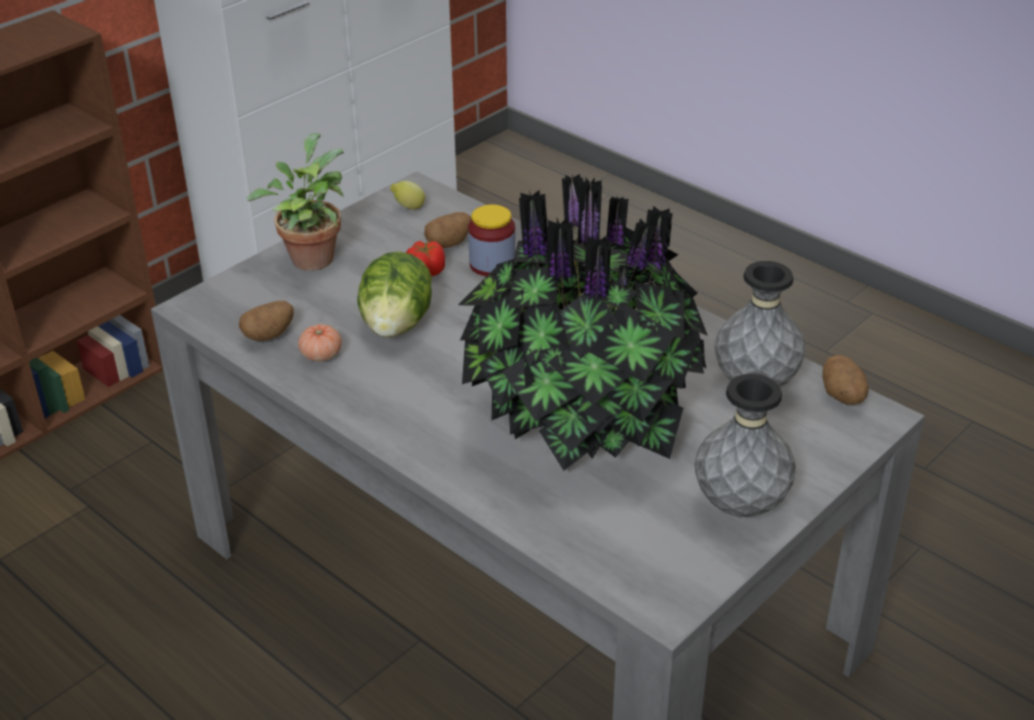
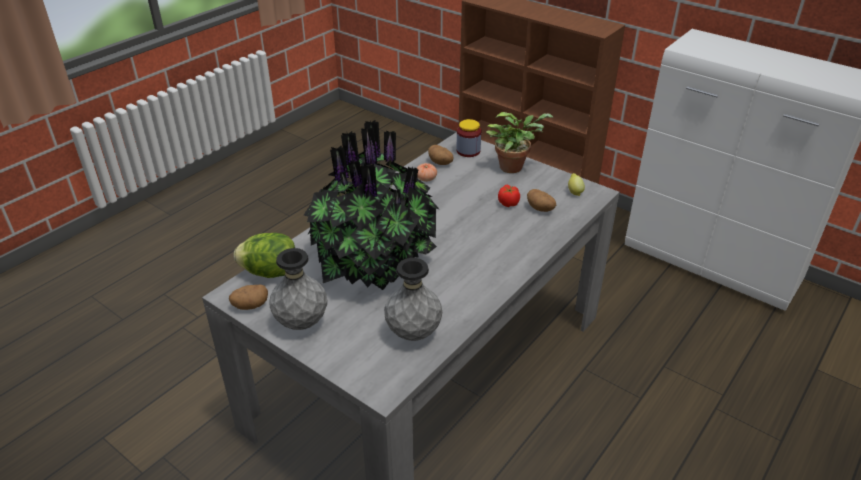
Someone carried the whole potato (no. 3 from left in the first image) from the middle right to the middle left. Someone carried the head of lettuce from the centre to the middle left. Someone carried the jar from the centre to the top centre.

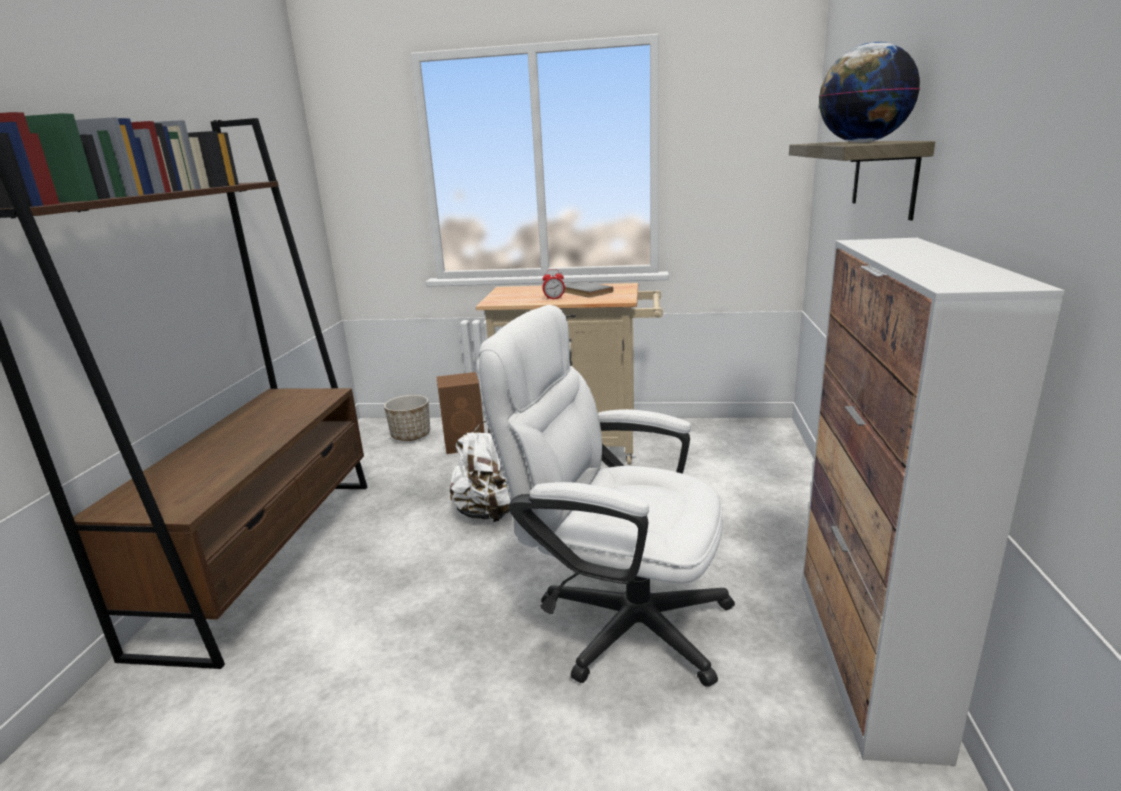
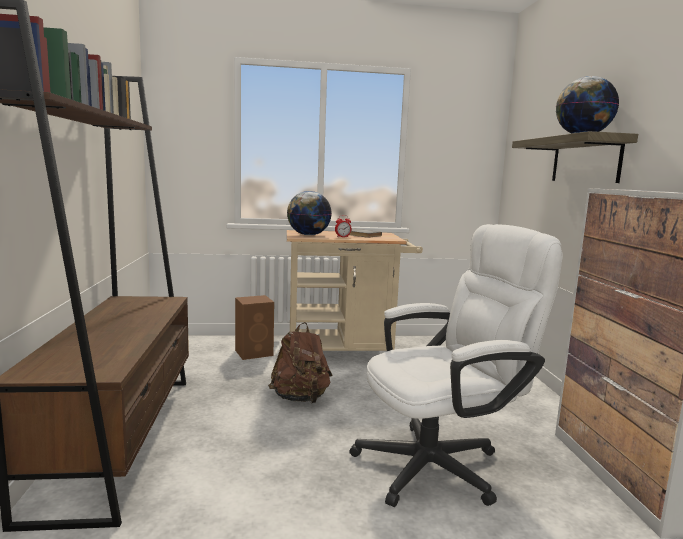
Someone repainted the white backpack at the centre, which became the brownish backpack at the bottom centre. Someone put down the desk globe (no. 1 from left) at the centre. Someone rotated the white office chair at the centre by 150 degrees clockwise. Someone took away the flower pot at the centre.

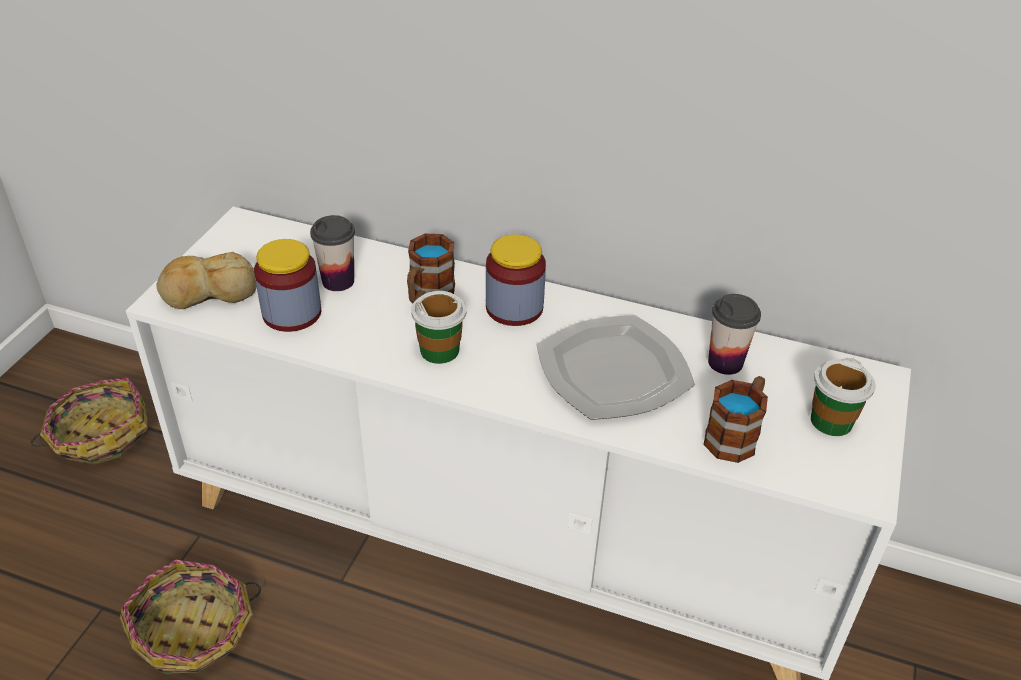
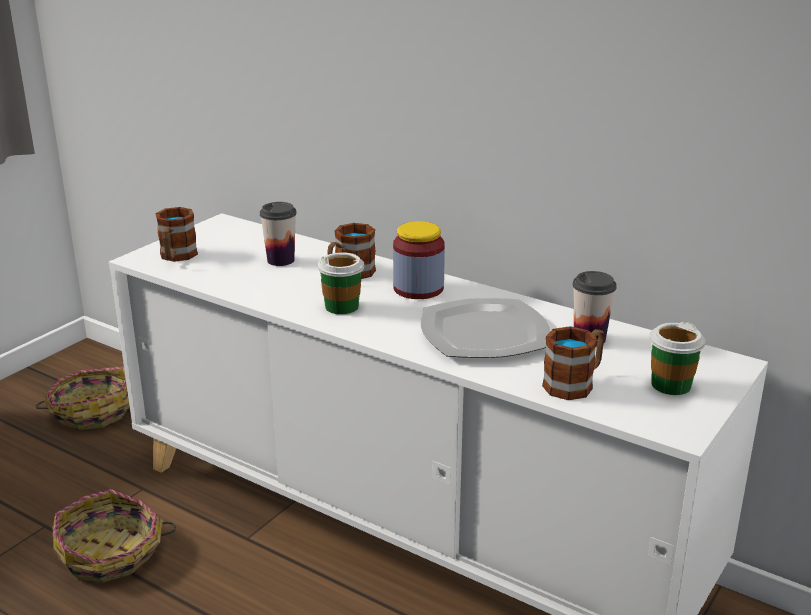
Someone swapped the baked bread at the middle left for the mug (no. 1 from left) at the middle left. Someone took away the jar (no. 1 from left) at the middle left.

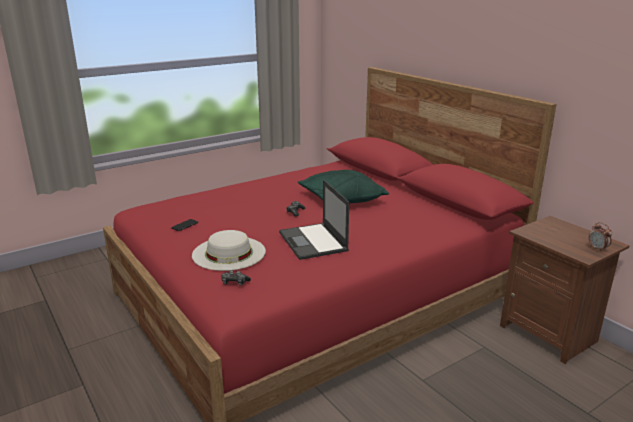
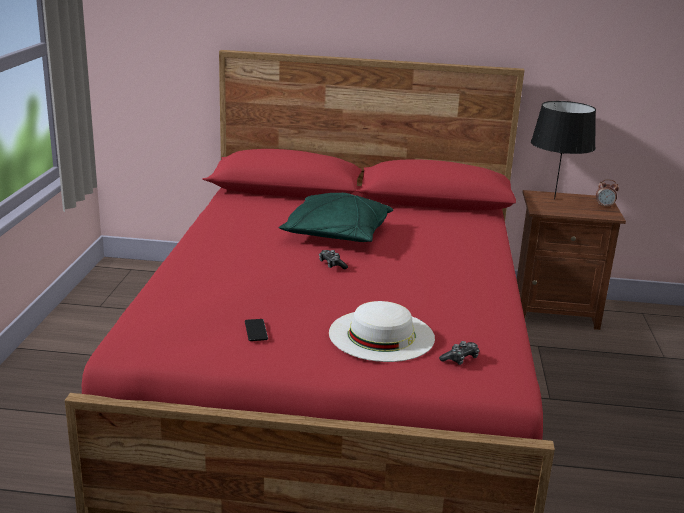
Someone put down the blackish lamp for a table at the top right. Someone took away the portable computer at the centre.

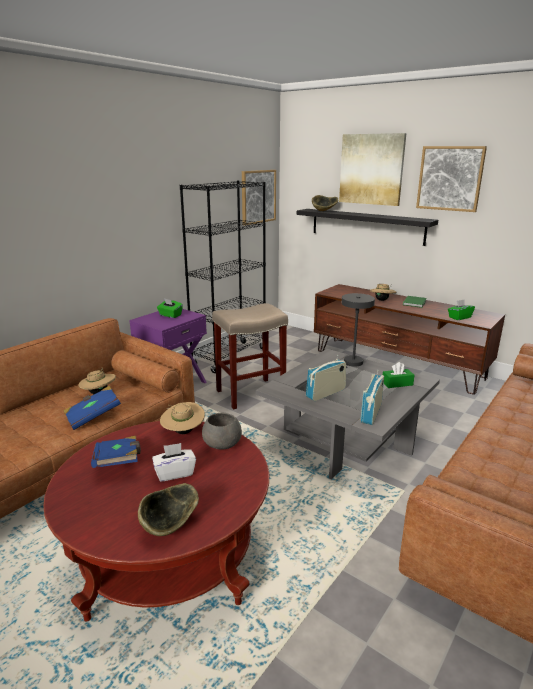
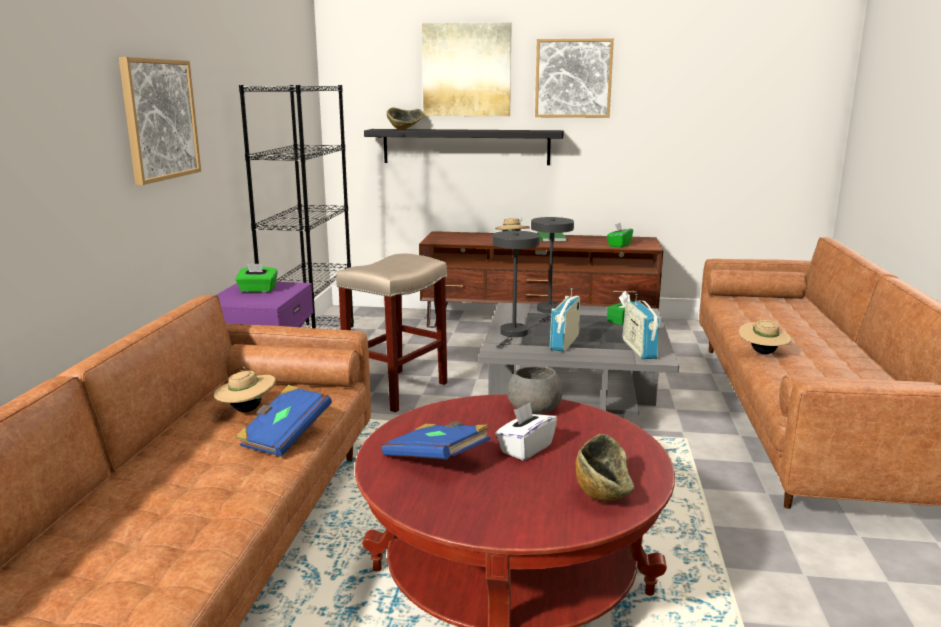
Someone carried the wall picture (no. 1 from left) from the top centre to the top left. Someone put down the grey lamp for a table (no. 1 from left) at the centre. Someone carried the sand-coloured hat (no. 2 from left in the first image) from the centre to the middle right.

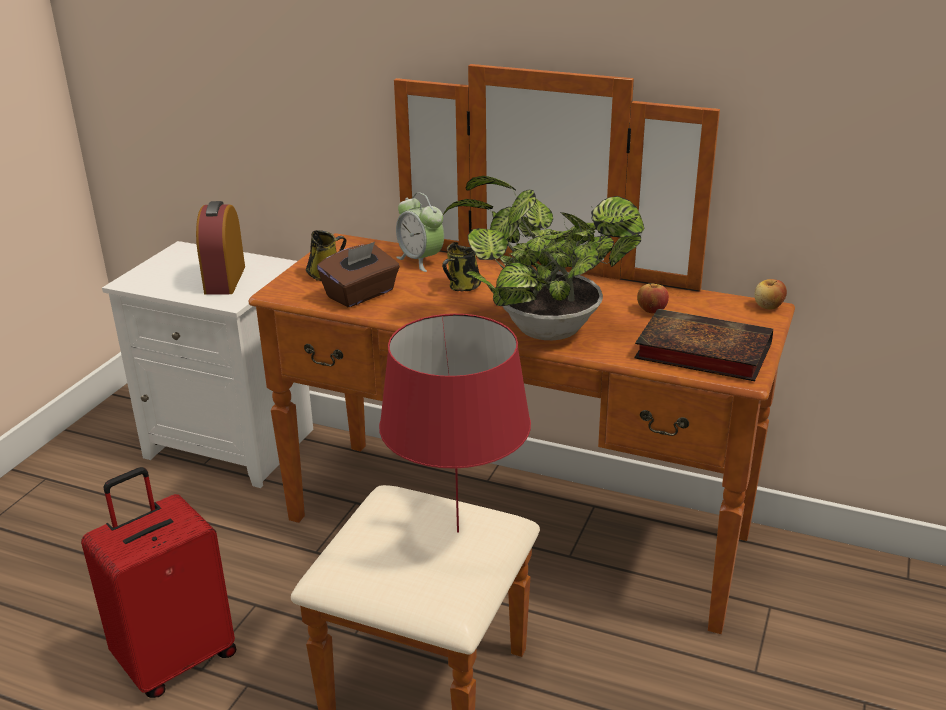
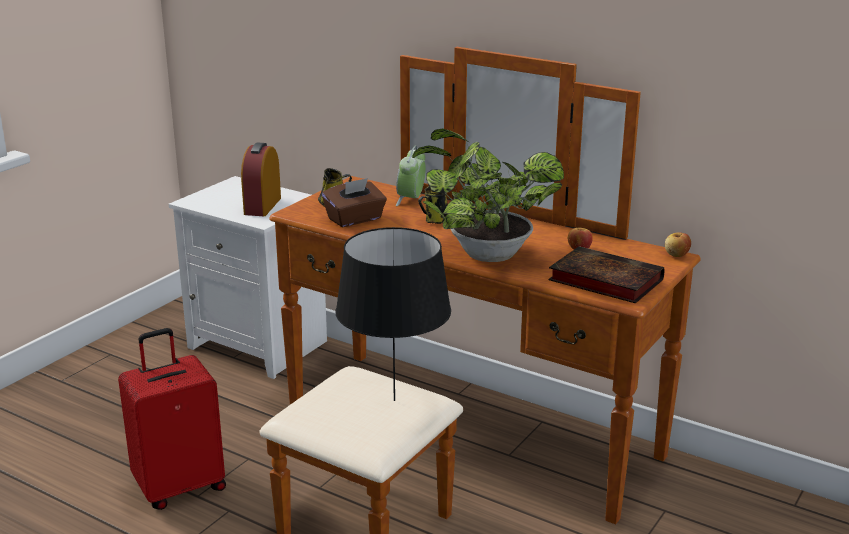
Someone repainted the red lamp for a table at the centre, which became the blackish lamp for a table at the centre. Someone rotated the bedside clock (no. 2 from left) at the top centre by 45 degrees clockwise.

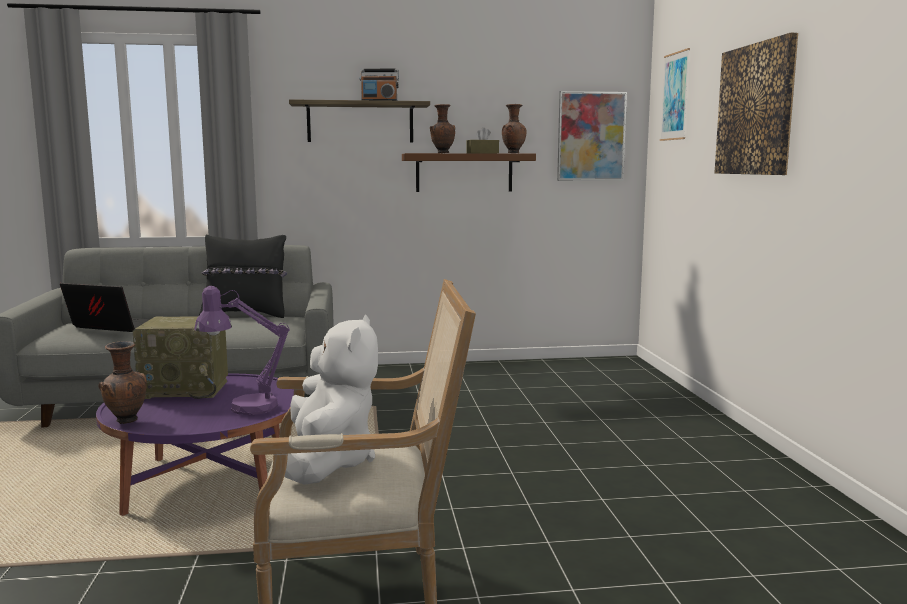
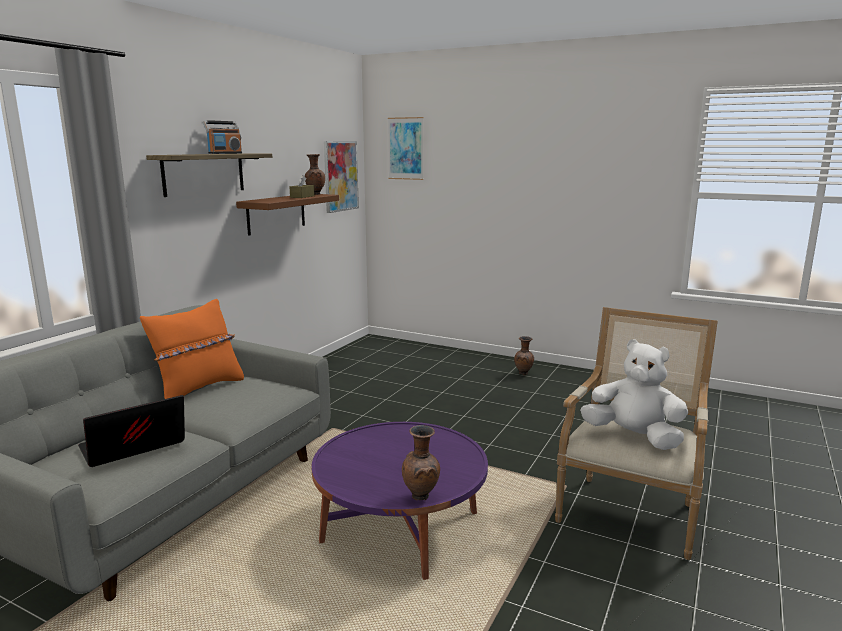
Someone repainted the blackish cushion at the middle left, which became the orange cushion at the middle left. Someone carried the brownish vase (no. 2 from left in the first image) from the top centre to the centre. Someone took away the radio receiver (no. 1 from left) at the middle left. Someone took away the purple-coloured lamp for a table at the middle left. Someone took away the wall picture (no. 3 from left) at the top right.

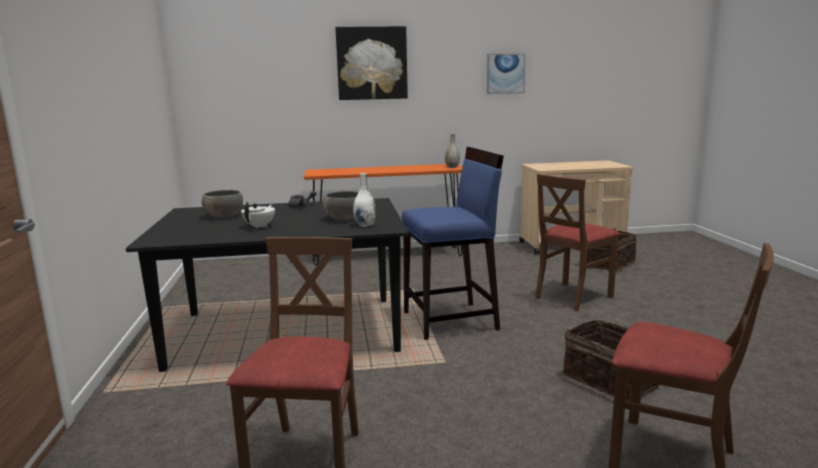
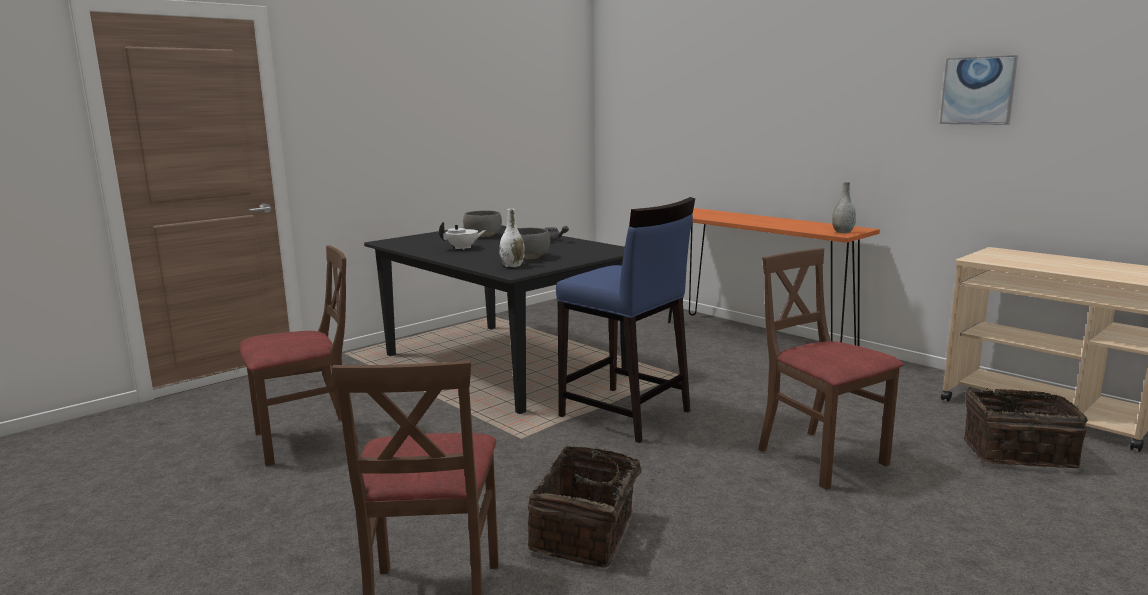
Someone rotated the brownish chair (no. 2 from left in the first image) at the middle right by 45 degrees clockwise. Someone took away the wall picture (no. 1 from left) at the top centre.

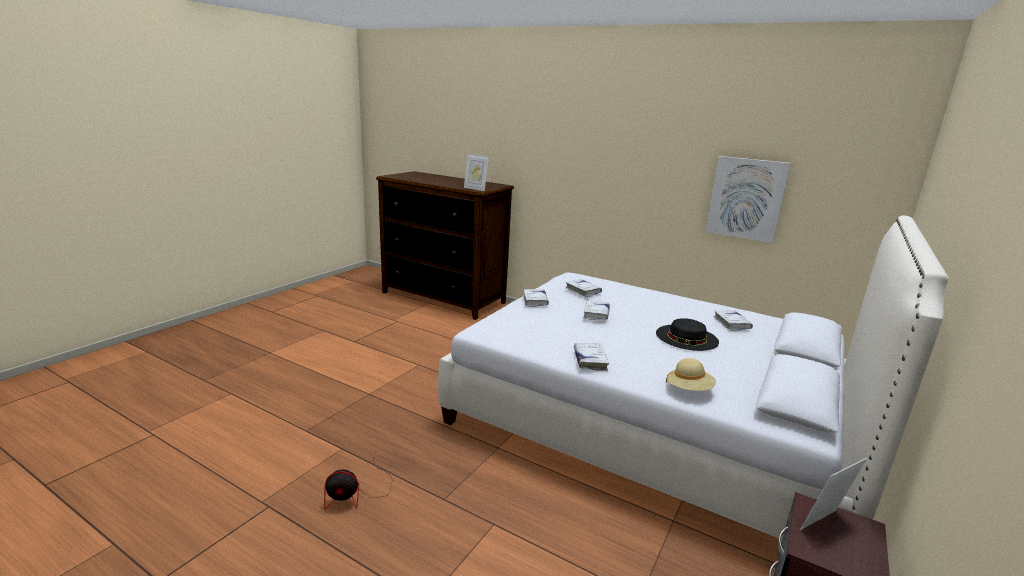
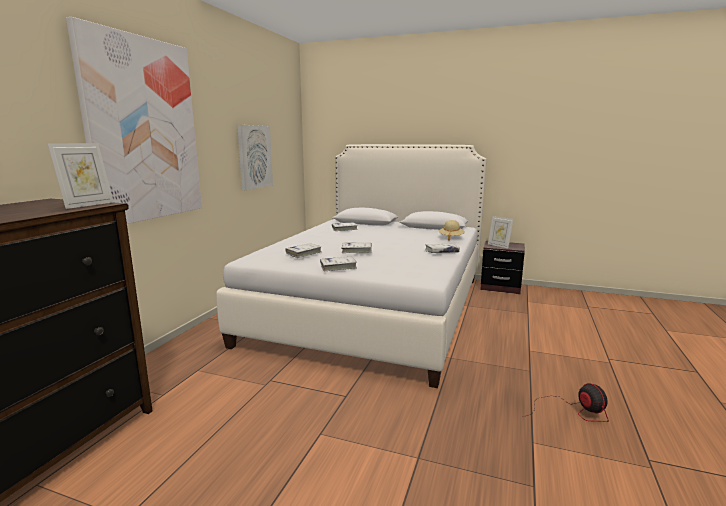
Someone put up the wall picture (no. 1 from left) at the top left. Someone took away the blackish hat at the middle right.

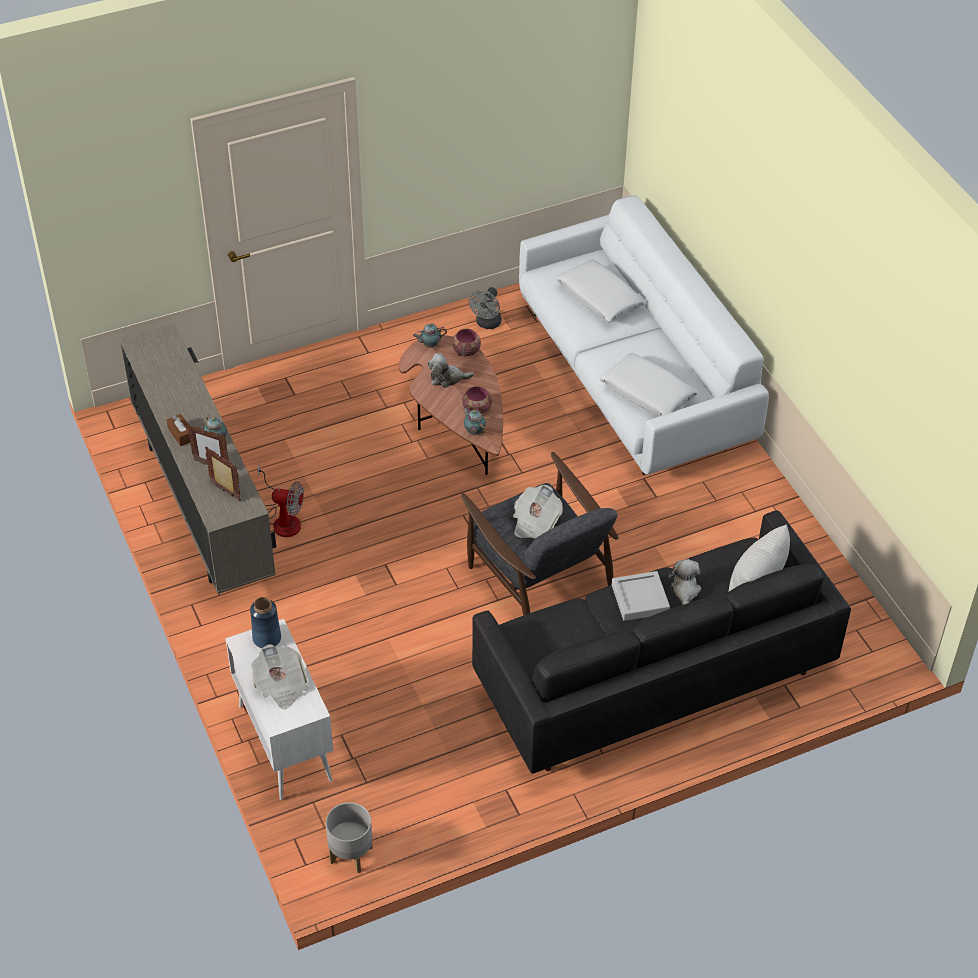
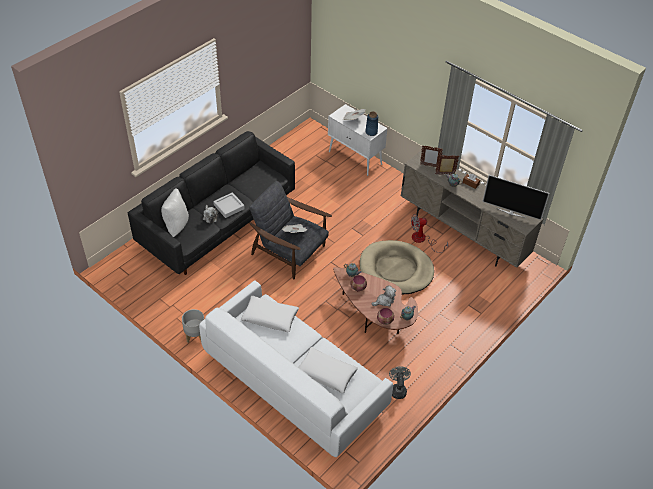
Someone carried the grey flower pot from the bottom centre to the bottom left. Someone put down the sand-coloured dog cushion at the centre. Someone put down the television at the middle right.

